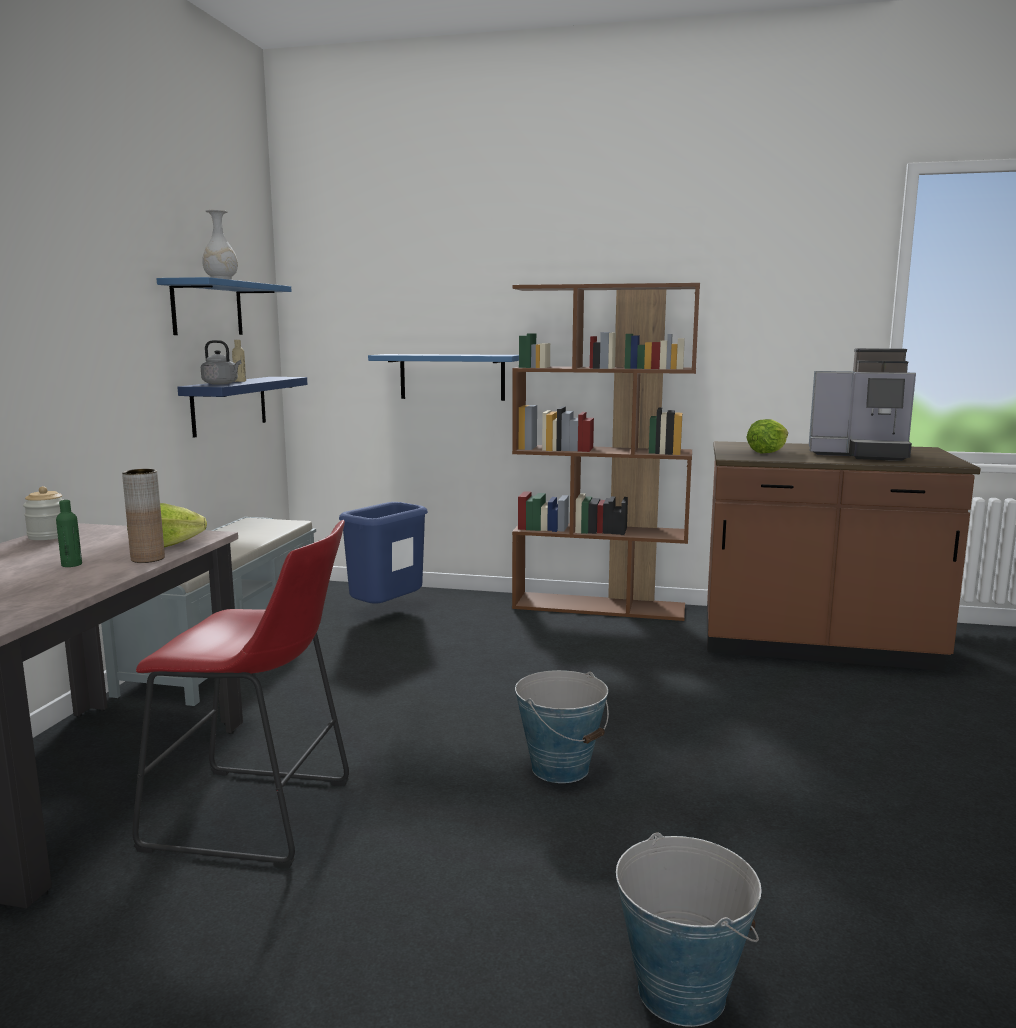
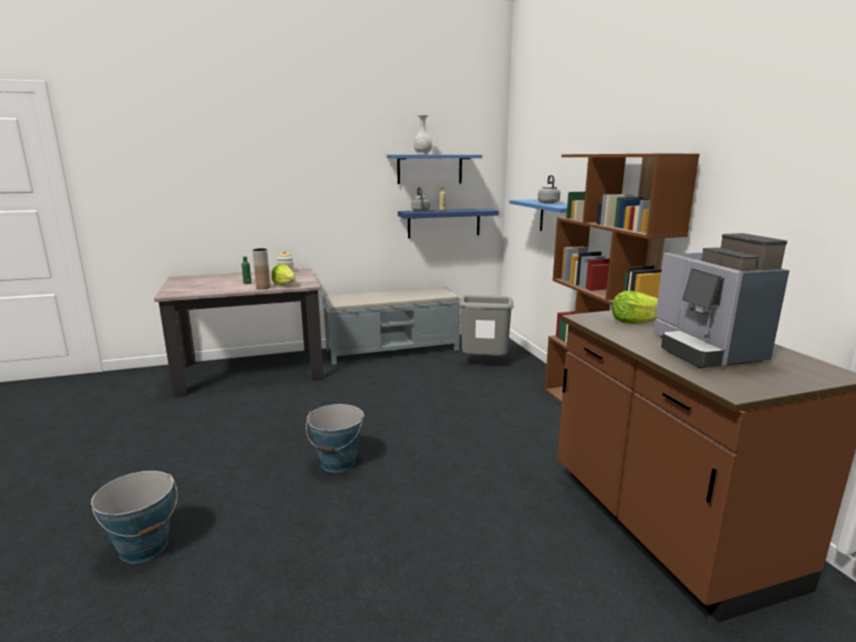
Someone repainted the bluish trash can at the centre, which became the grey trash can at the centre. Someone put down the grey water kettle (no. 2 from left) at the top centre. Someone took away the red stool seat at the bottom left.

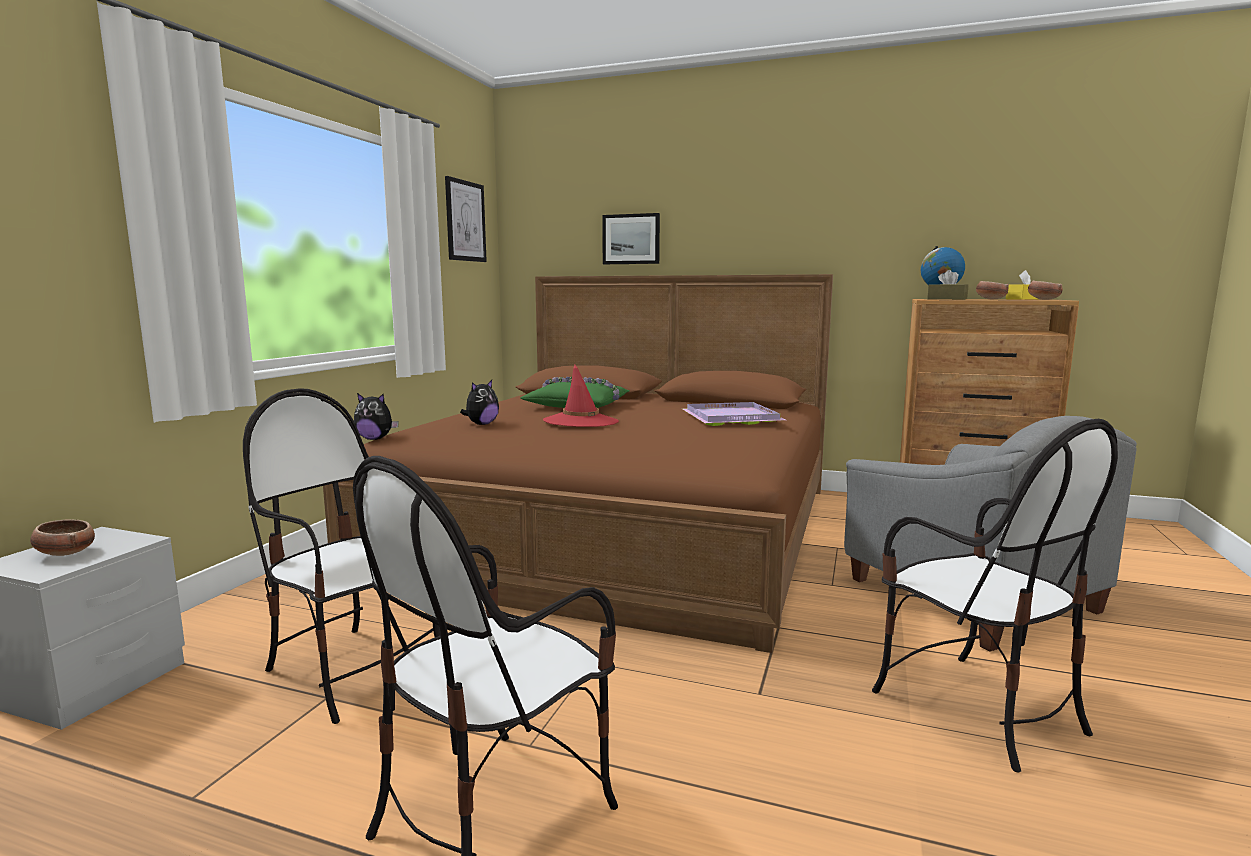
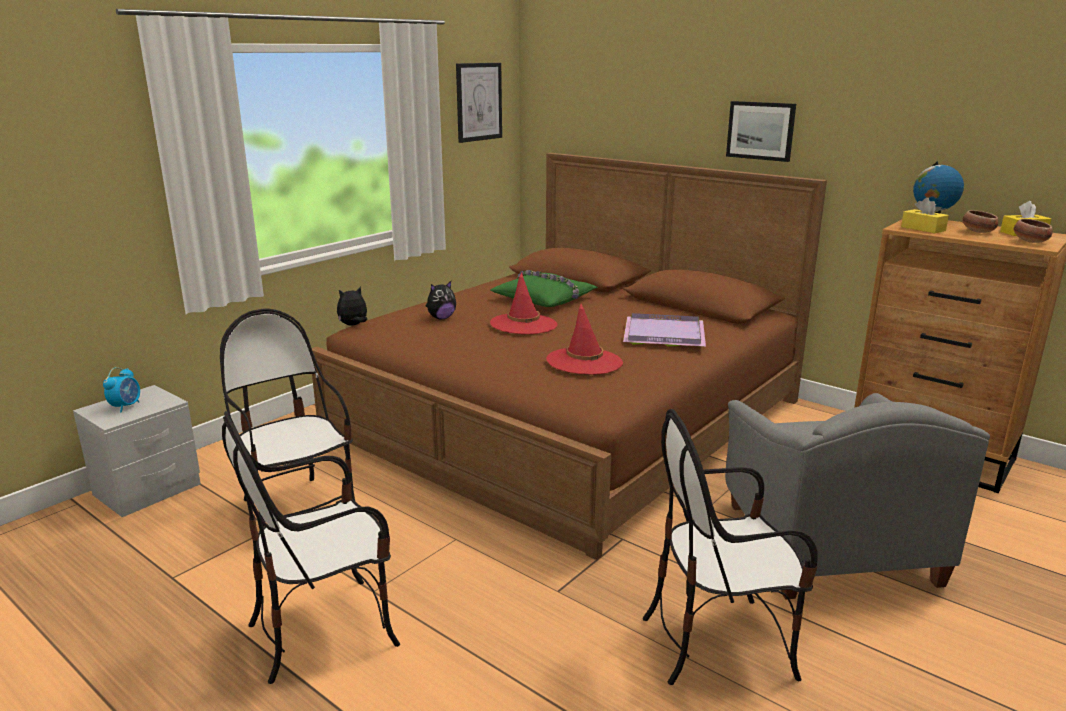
Someone swapped the serving bowl (no. 1 from left) at the middle left for the bedside clock at the middle left. Someone rotated the plush toy (no. 1 from left) at the middle left by 120 degrees clockwise. Someone put down the red hat (no. 2 from left) at the centre. Someone rotated the chair (no. 3 from left) at the bottom right by 90 degrees clockwise. Someone carried the wall picture (no. 2 from left) from the top centre to the top right. Someone repainted the brownish tissue box at the top right, which became the yellow-coloured tissue box (no. 1 from left) at the top right.

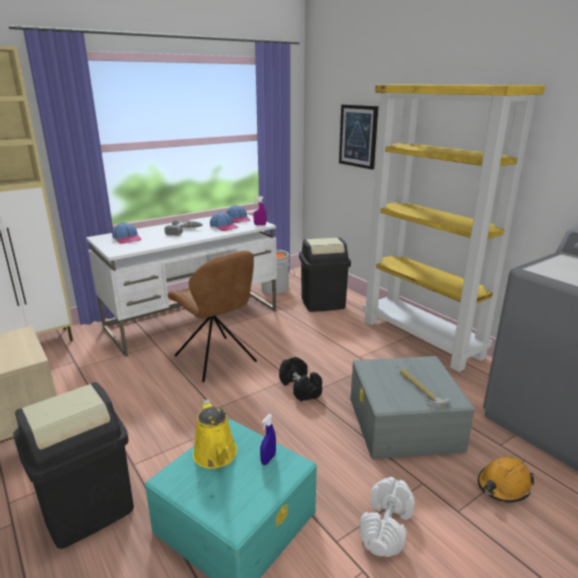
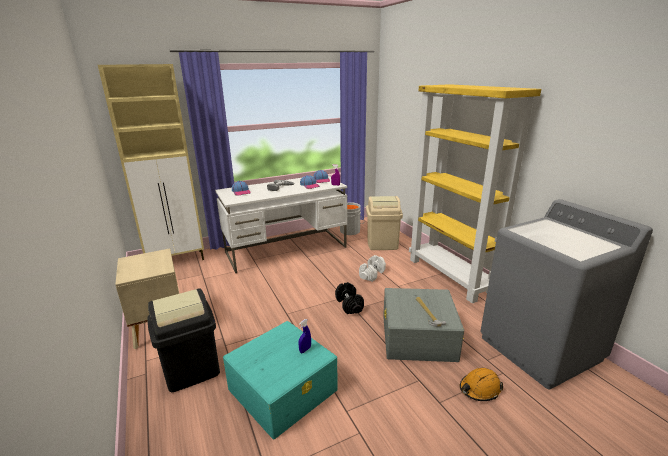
Someone carried the white dumbbell from the bottom right to the centre. Someone repainted the blackish trash can (no. 2 from left) at the centre, which became the sand-coloured trash can at the centre. Someone took away the brownish chair at the centre. Someone took away the yellow-coloured sprinkling can at the bottom centre. Someone took away the wall picture at the top centre.

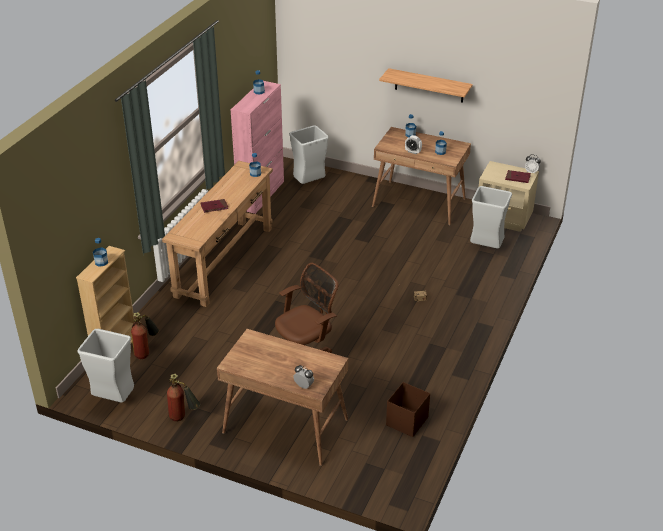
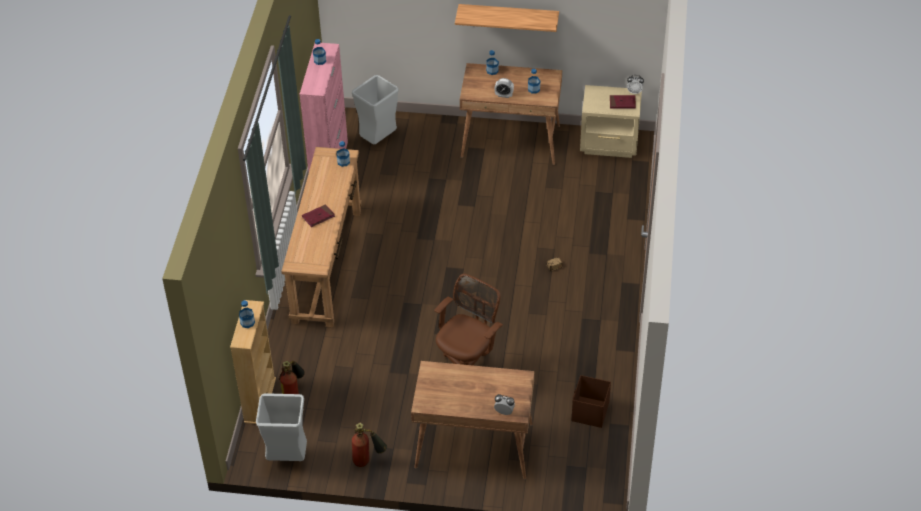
Someone took away the grey trash can (no. 3 from left) at the middle right.

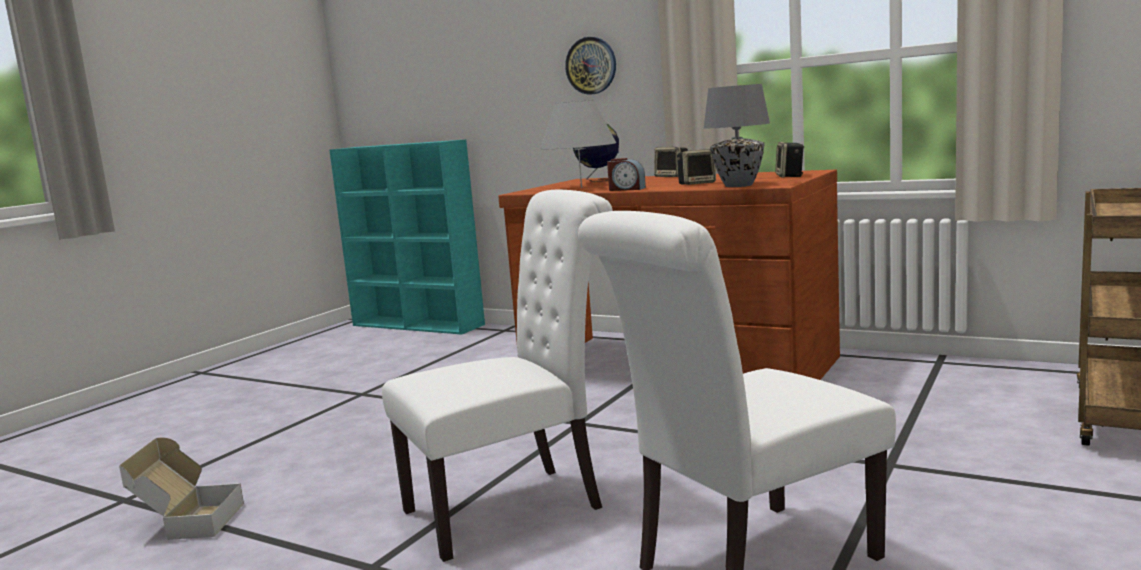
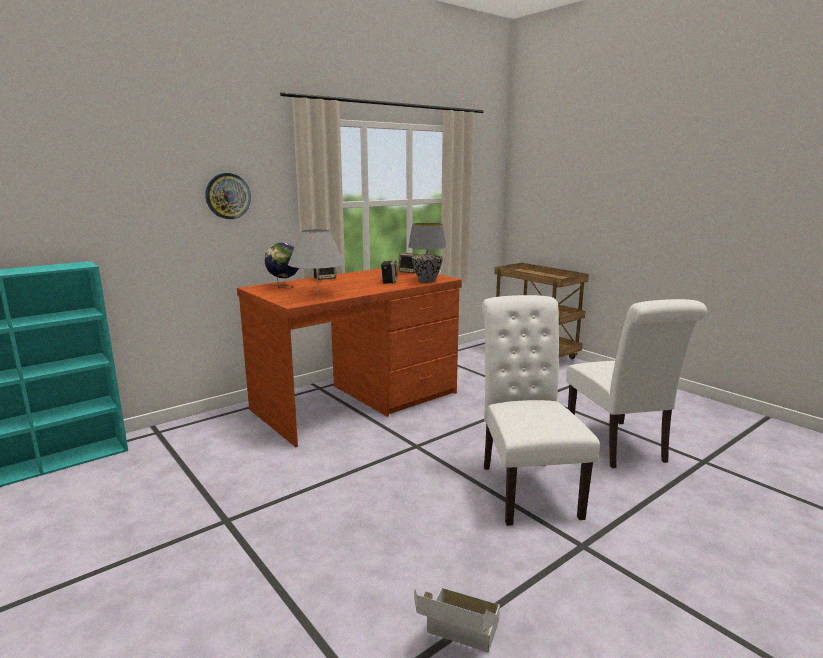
Someone took away the bedside clock at the top centre.

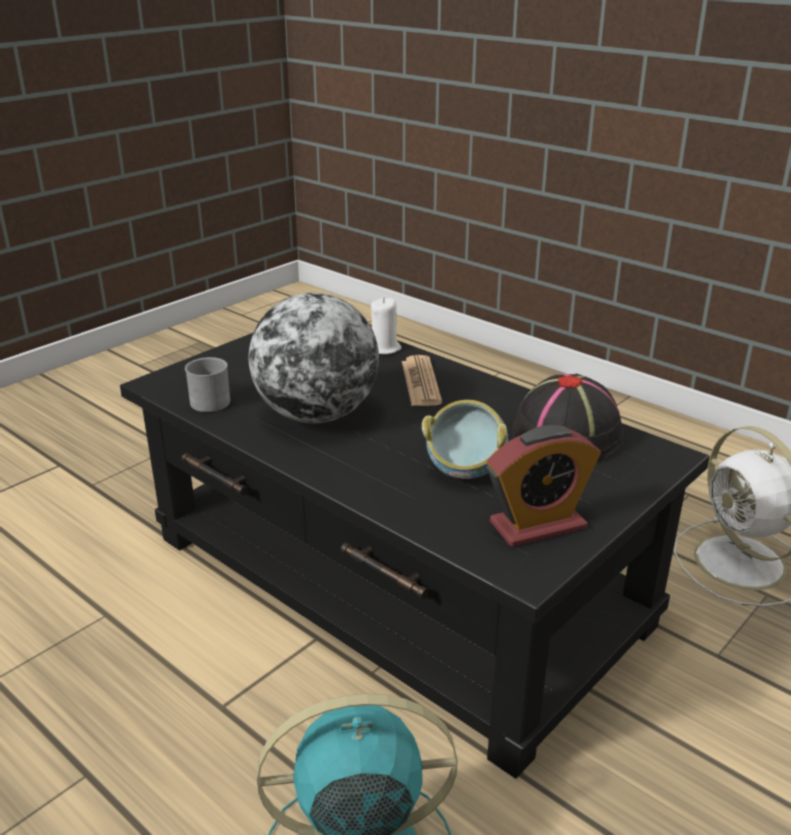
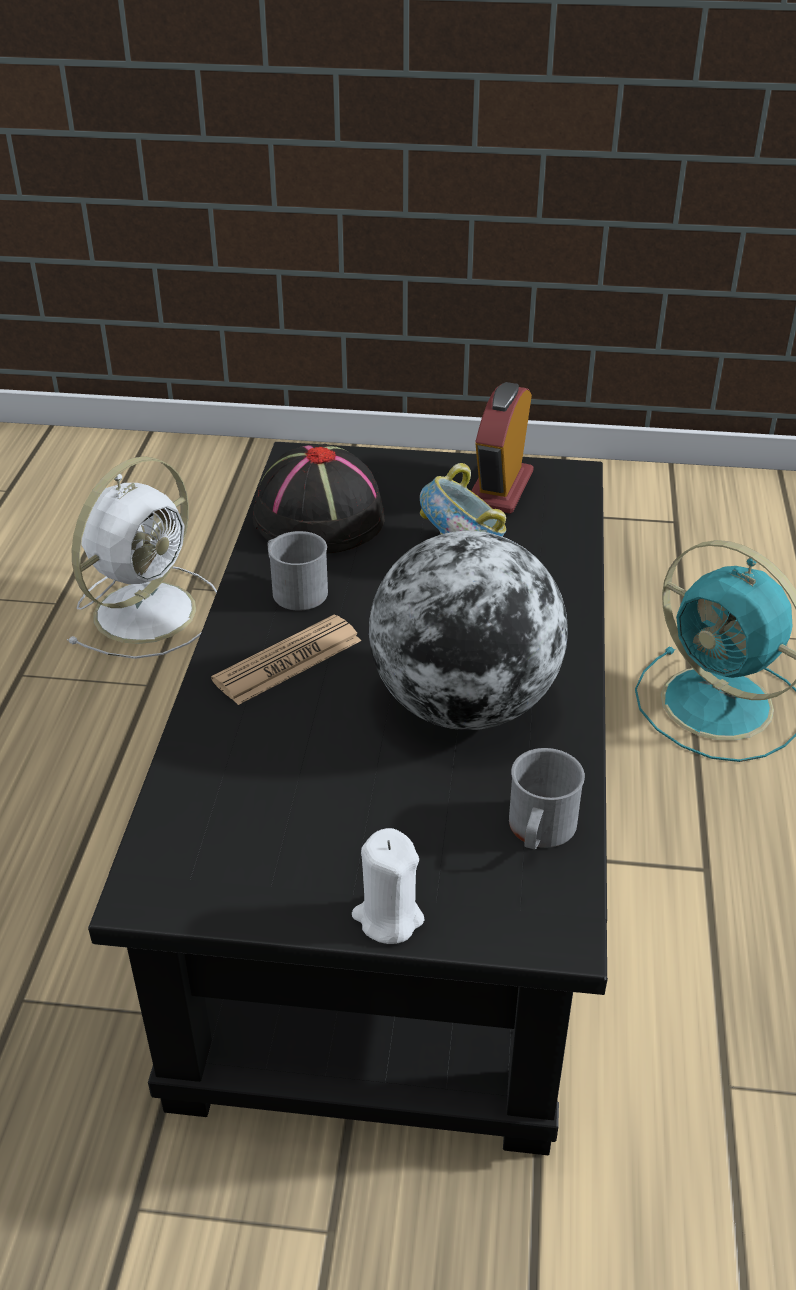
Someone put down the grey mug (no. 1 from left) at the centre. Someone carried the white candle from the centre to the bottom centre. Someone rotated the bedside clock at the middle right by 105 degrees counterclockwise.

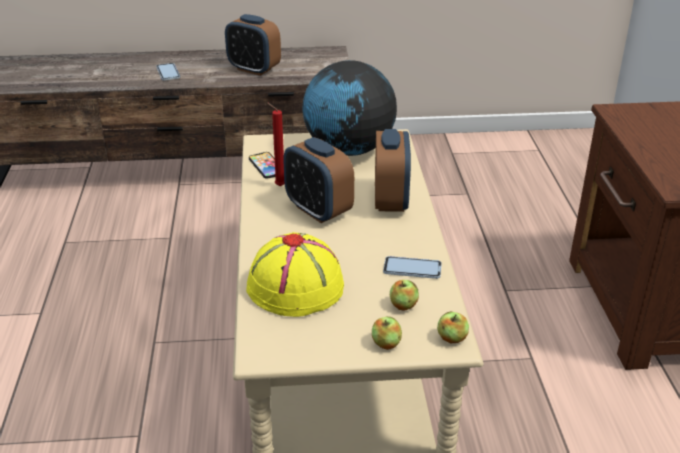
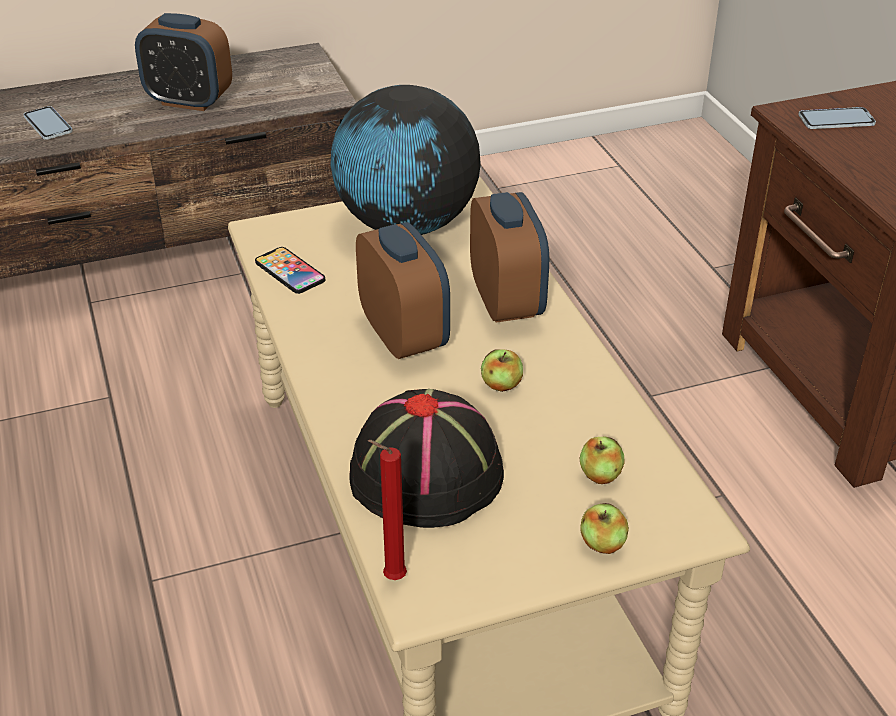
Someone repainted the yellow-coloured hat at the centre, which became the blackish hat at the centre. Someone rotated the bedside clock (no. 2 from left) at the centre by 150 degrees counterclockwise. Someone carried the red candle from the top centre to the bottom centre. Someone carried the apple (no. 3 from left in the first image) from the bottom centre to the centre. Someone carried the telephone (no. 3 from left) from the centre to the top right.

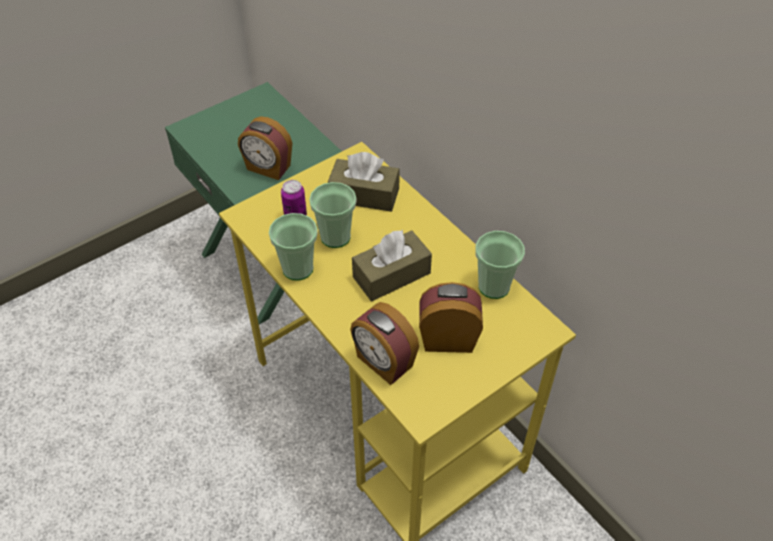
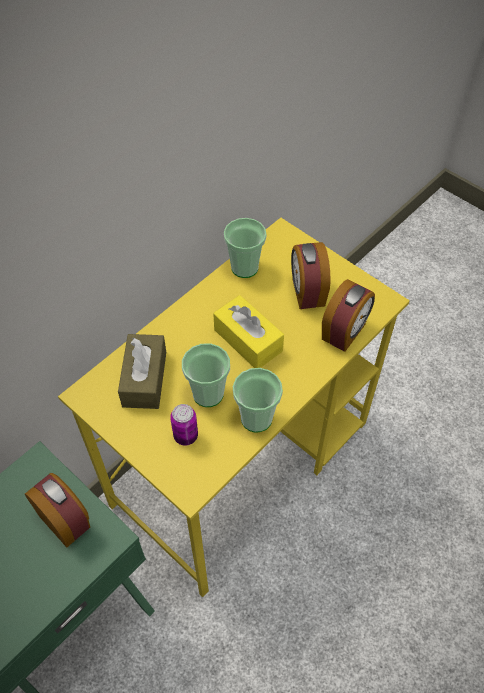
Someone rotated the bedside clock (no. 1 from left) at the top centre by 60 degrees counterclockwise. Someone repainted the brownish tissue box (no. 2 from left) at the centre, which became the yellow-coloured tissue box at the centre.

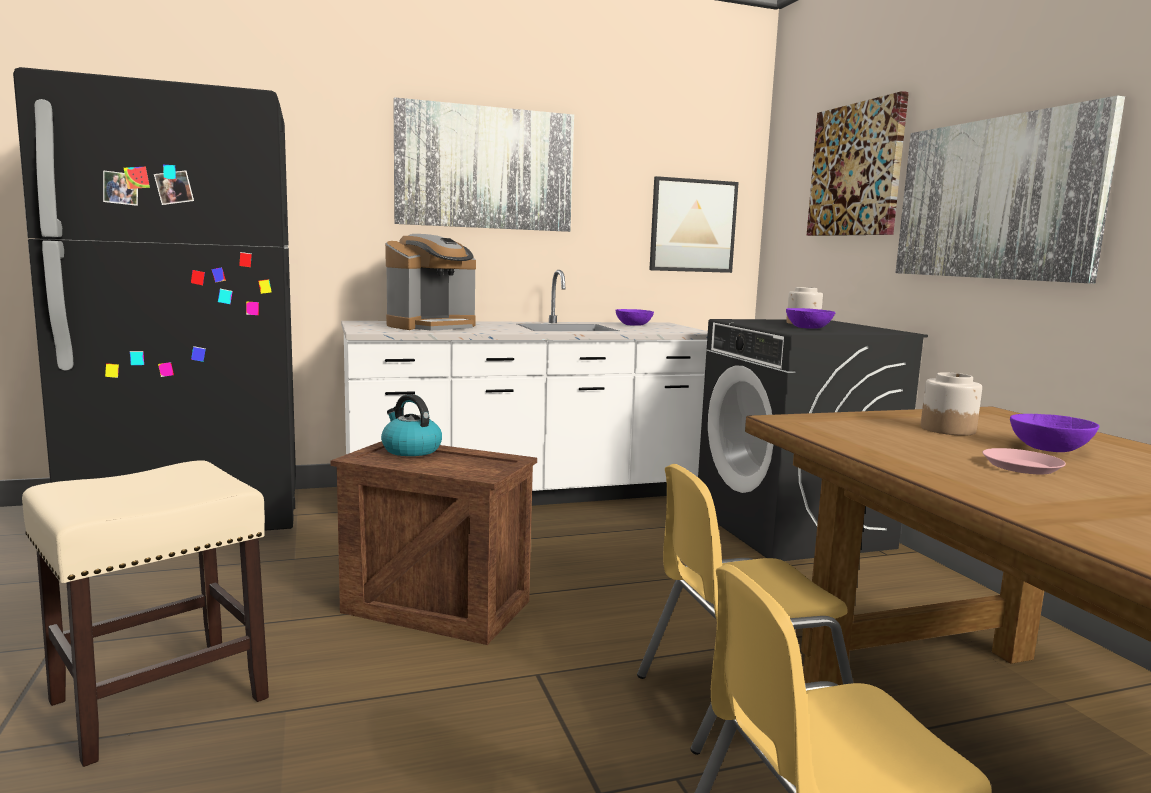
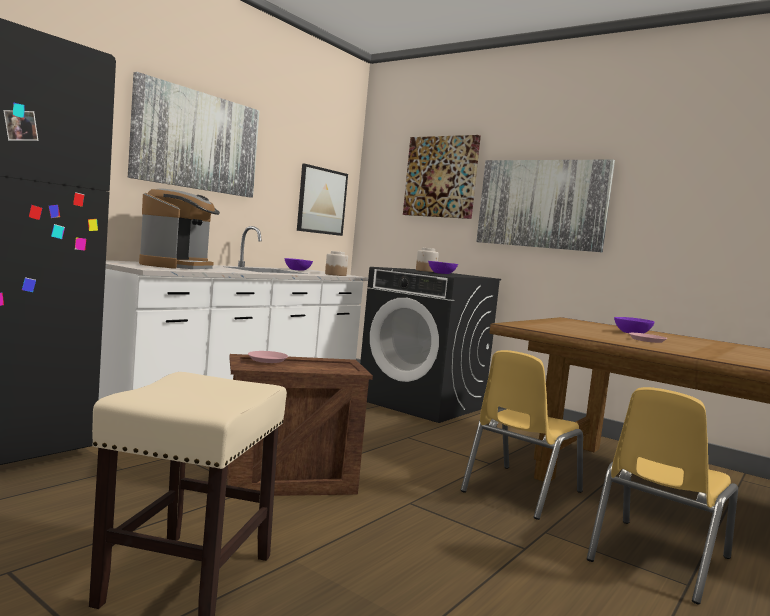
Someone swapped the water kettle at the centre for the pink plate (no. 1 from left) at the centre. Someone carried the jar (no. 2 from left in the first image) from the middle right to the centre.

